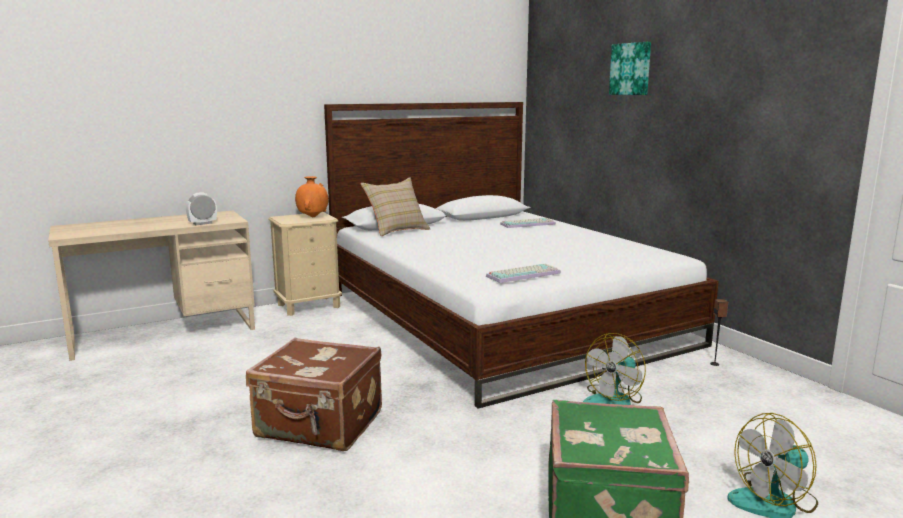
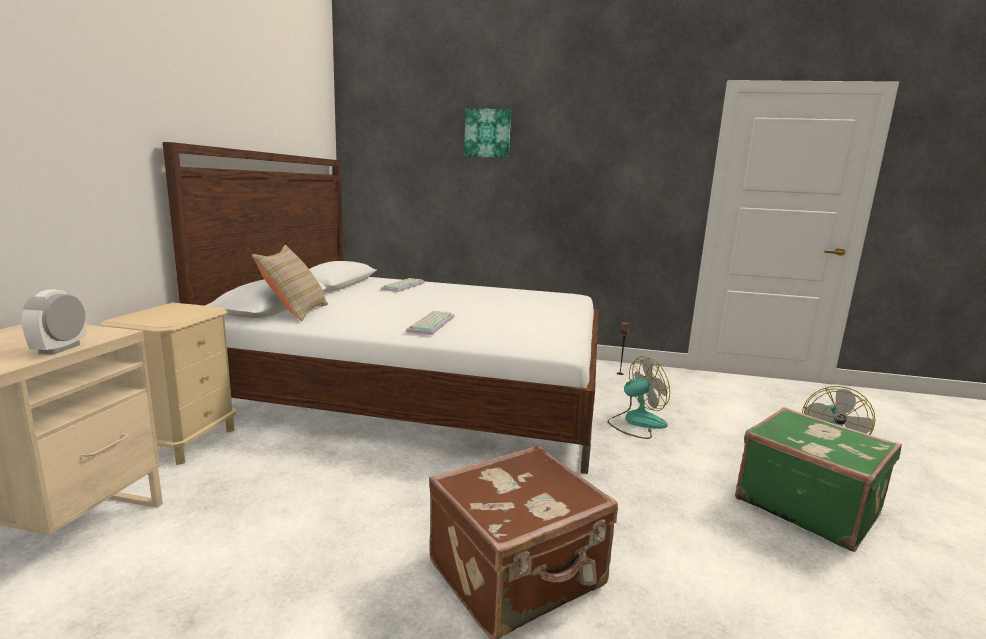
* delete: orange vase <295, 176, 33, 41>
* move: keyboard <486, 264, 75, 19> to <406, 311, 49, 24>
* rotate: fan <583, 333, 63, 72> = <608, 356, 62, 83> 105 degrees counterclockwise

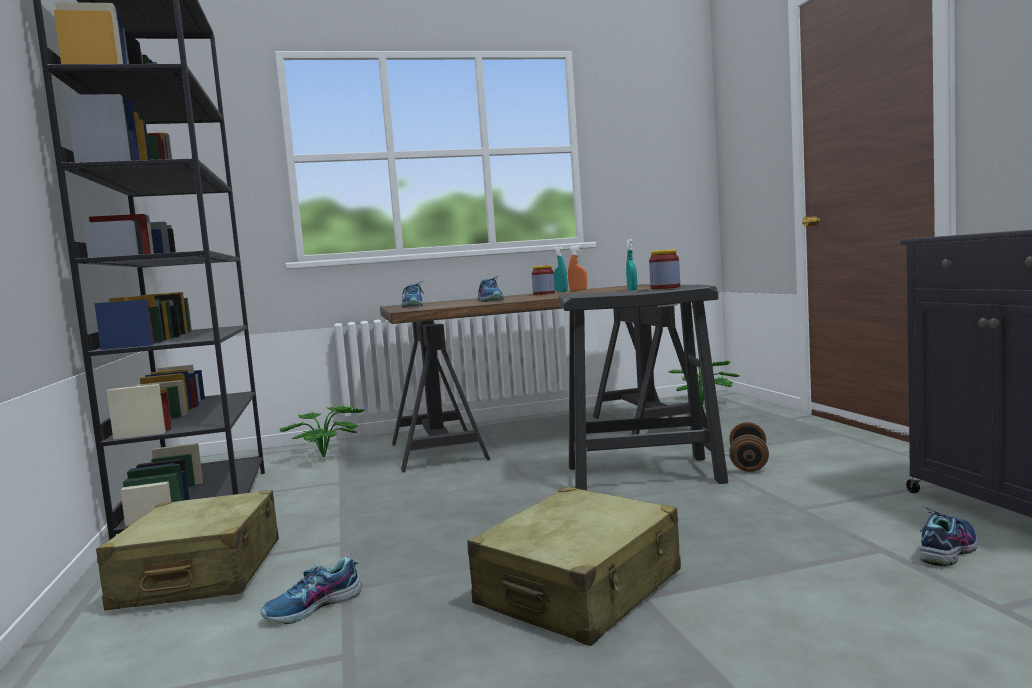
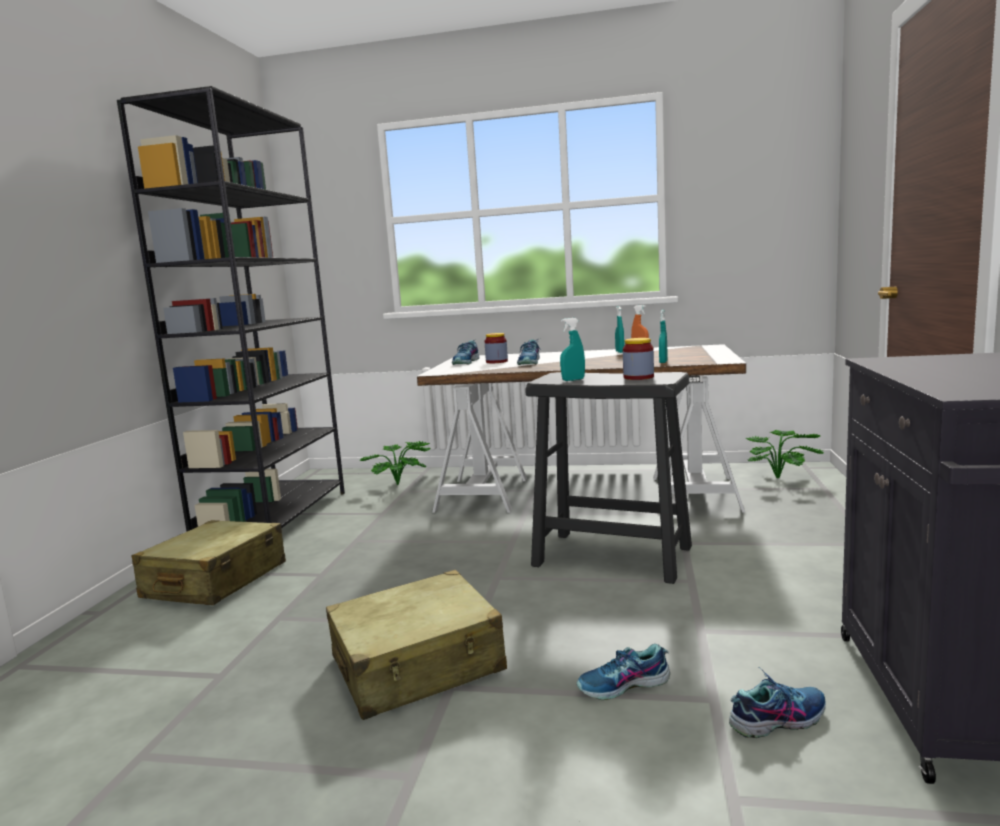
* delete: brown dumbbell <729, 422, 40, 50>
* insert: turquoise spray bottle <560, 318, 25, 63>
* move: shoe <261, 557, 101, 67> to <577, 644, 93, 56>
* move: jar <532, 265, 23, 30> to <485, 333, 23, 30>
* recolor: brown desk <380, 284, 331, 189> to white desk <417, 344, 329, 169>

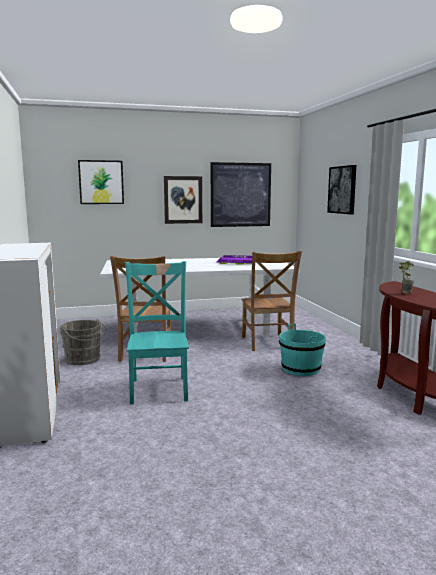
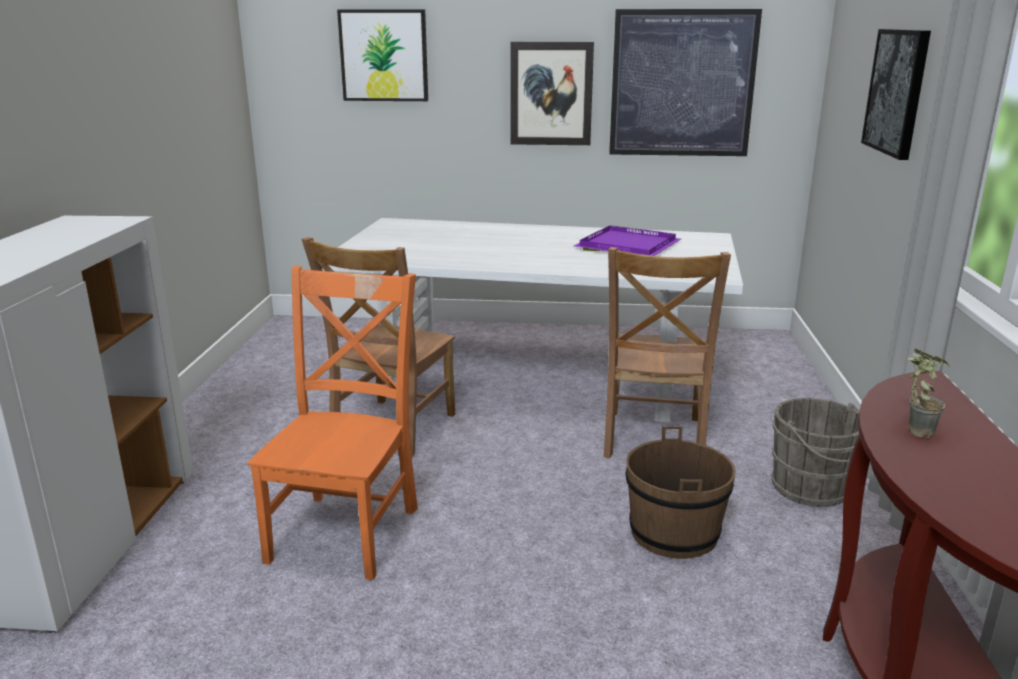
* move: grey bucket <60, 319, 47, 46> to <771, 398, 89, 109>
* recolor: turquoise chair <125, 261, 64, 143> to orange chair <247, 266, 171, 314>
* recolor: turquoise bucket <279, 324, 47, 52> to brown bucket <625, 426, 110, 133>

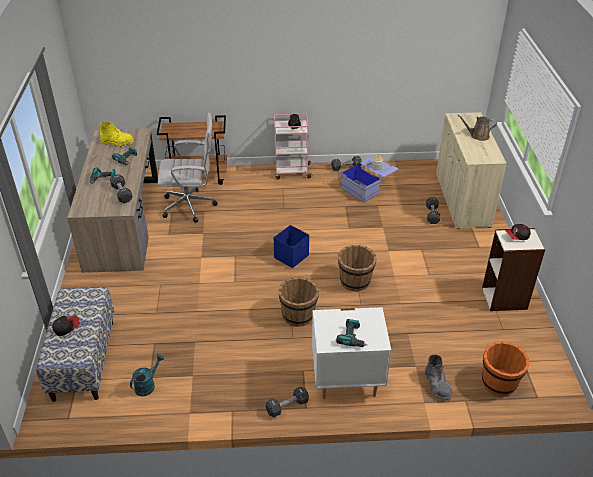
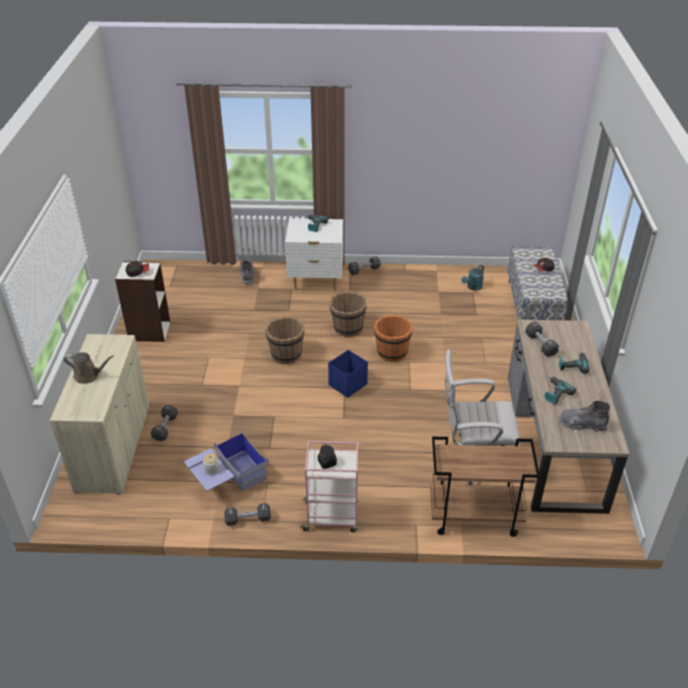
* move: orange bucket <482, 341, 47, 55> to <374, 315, 39, 47>
* recolor: yellow boot <99, 122, 35, 25> to grey boot <559, 401, 51, 31>

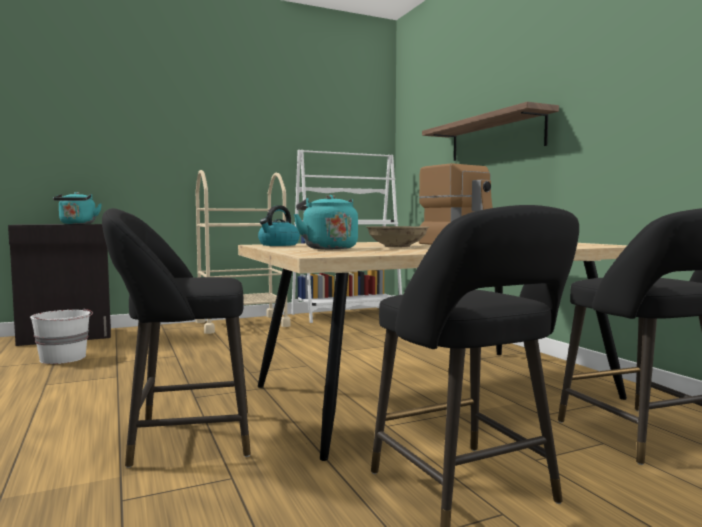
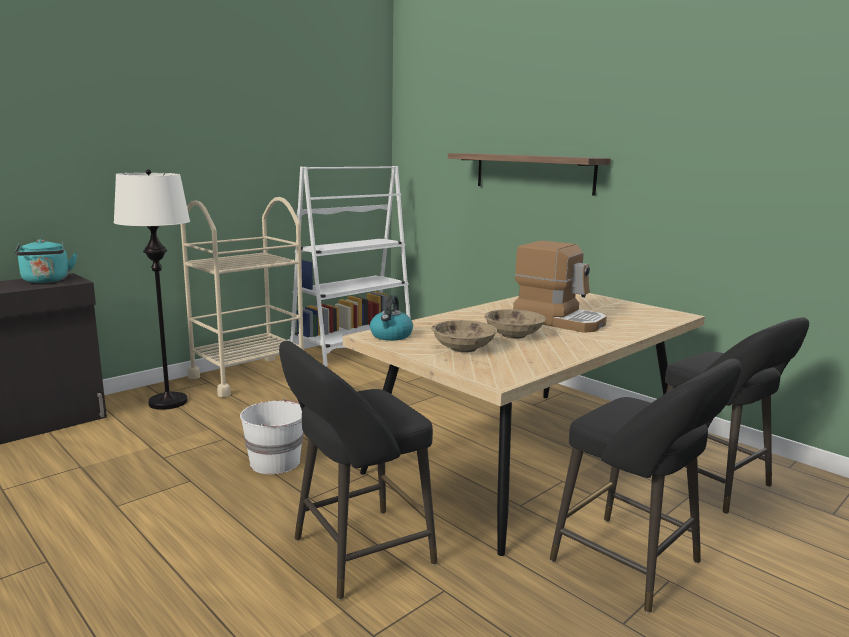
* insert: white floor lamp <113, 169, 77, 241>
* move: white bucket <30, 308, 63, 56> to <240, 399, 64, 75>
* replace: turquoise kettle <294, 195, 64, 54> to beige bowl <432, 320, 65, 33>

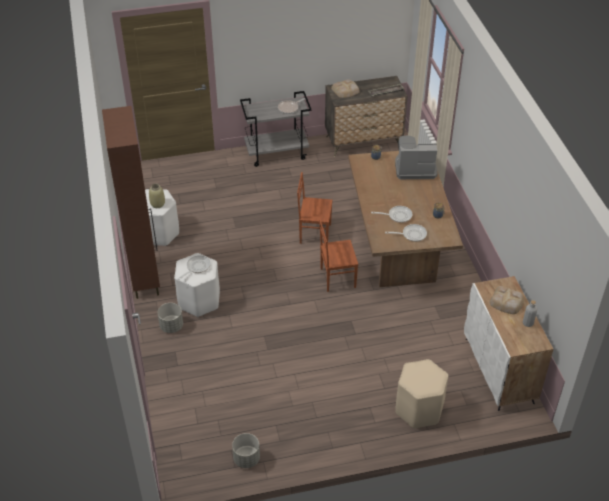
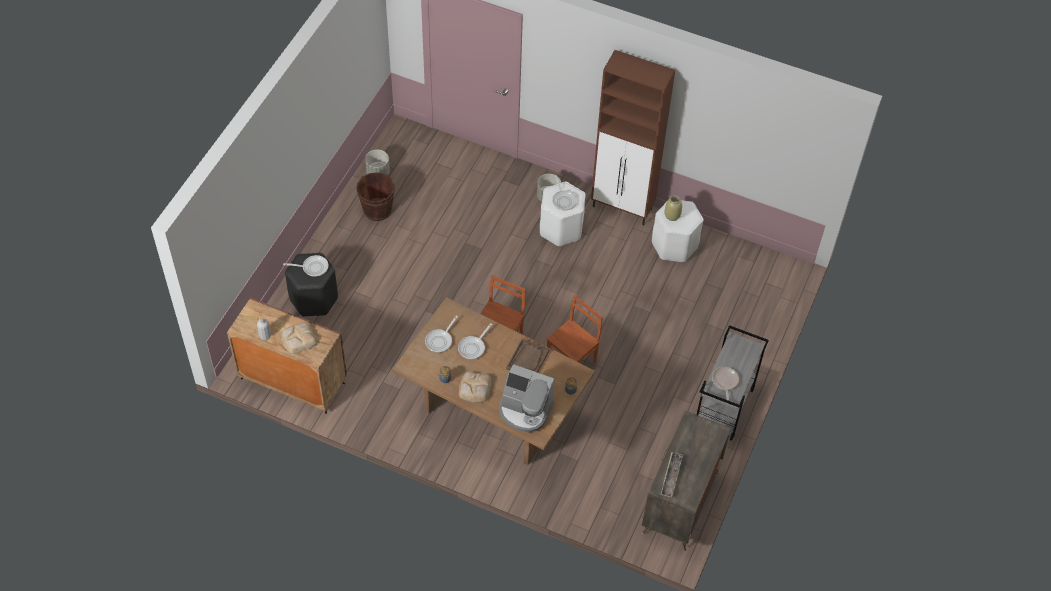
* insert: frying pan <283, 255, 45, 22>
* insert: brown bucket <356, 172, 39, 49>
* insert: brown tray <506, 338, 44, 35>
* move: bread <331, 79, 29, 19> to <459, 371, 32, 32>
* recolor: beige stool <395, 359, 53, 69> to black stool <285, 253, 53, 64>
* recolor: white cabinet <464, 276, 89, 135> to brown cabinet <227, 298, 120, 116>
* rotate: coffee machine <395, 136, 43, 43> = <499, 364, 55, 68> 75 degrees clockwise

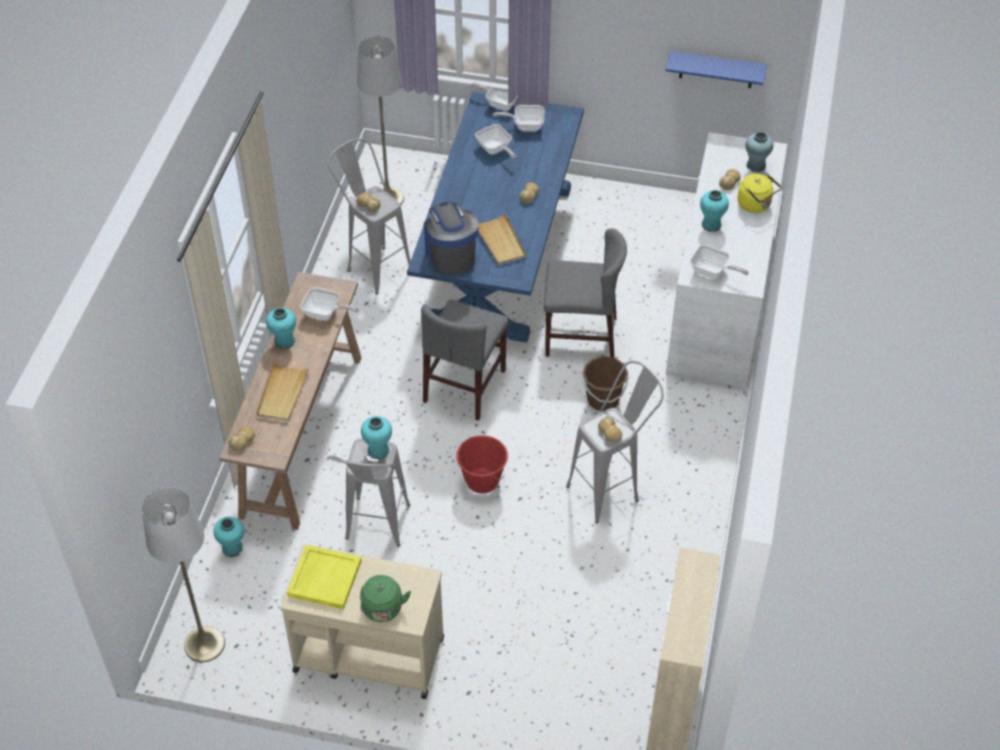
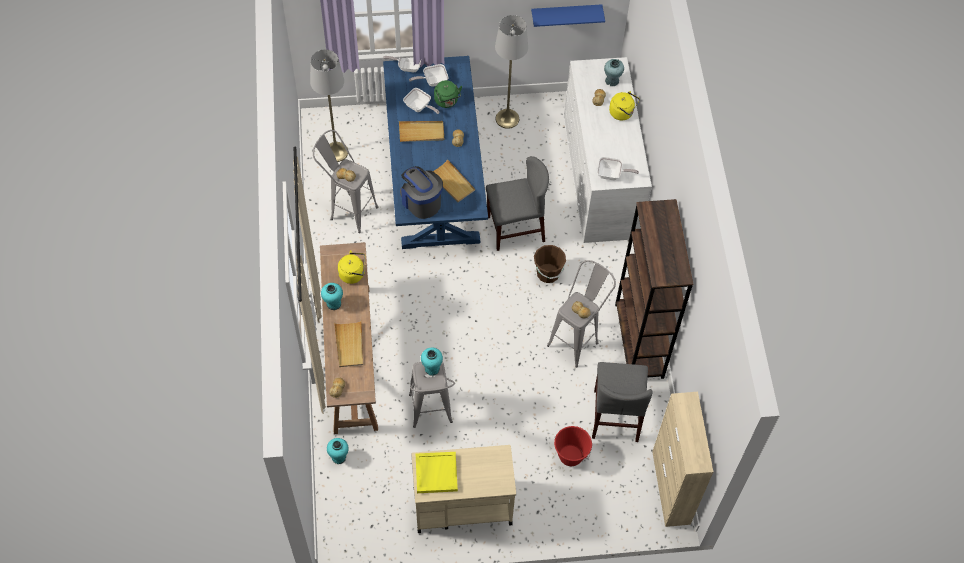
* delete: turquoise vase <700, 190, 29, 42>
* insert: beige tray <399, 121, 45, 21>
* insert: brown bookcase <615, 199, 78, 180>
* move: grey floor lamp <142, 487, 83, 175> to <495, 15, 33, 114>
* move: green kettle <360, 575, 51, 47> to <434, 80, 28, 28>
* move: grey chair <421, 299, 88, 122> to <592, 362, 61, 80>
* move: red bucket <456, 435, 52, 59> to <554, 426, 38, 40>
* replace: frying pan <301, 287, 58, 33> to yellow kettle <338, 250, 27, 34>

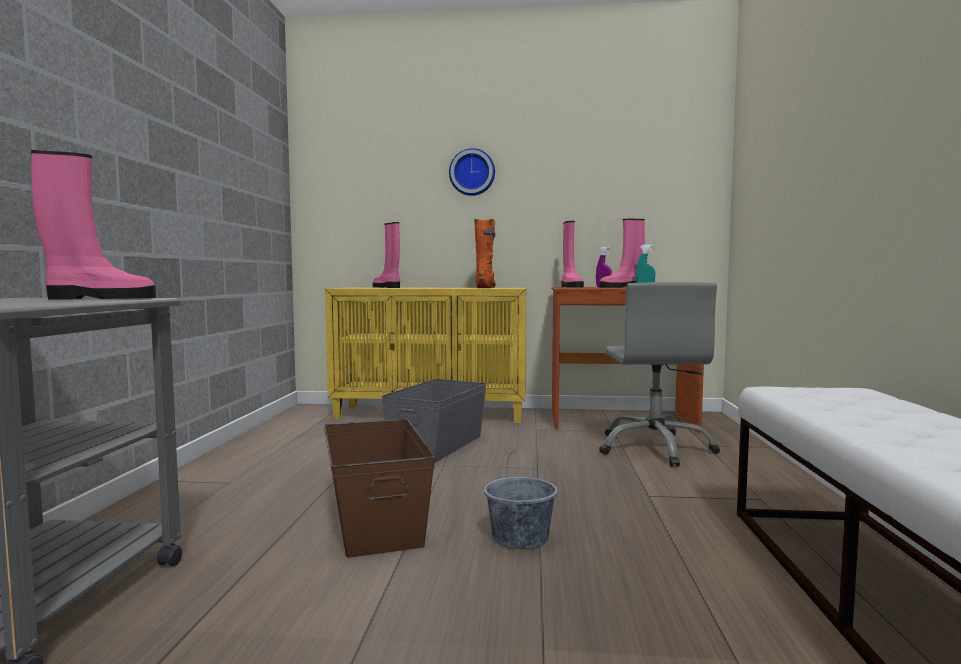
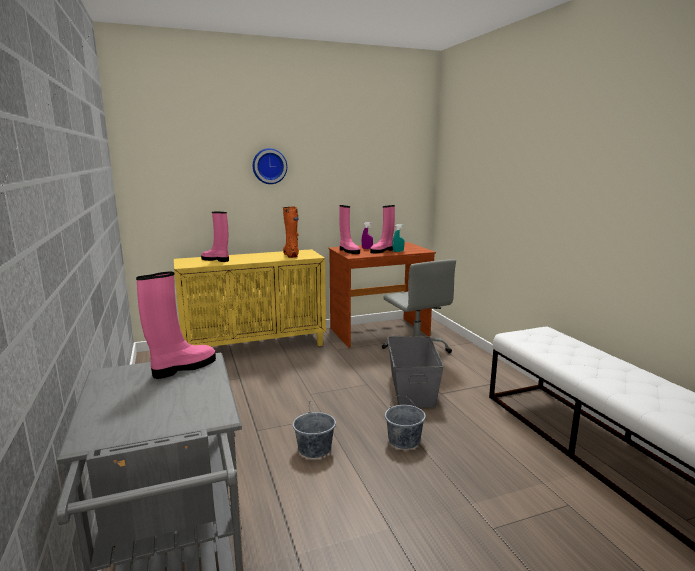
* move: grey storage box <382, 379, 105, 84> to <388, 337, 56, 71>
* replace: brown storage box <324, 418, 112, 140> to grey bucket <293, 401, 43, 57>

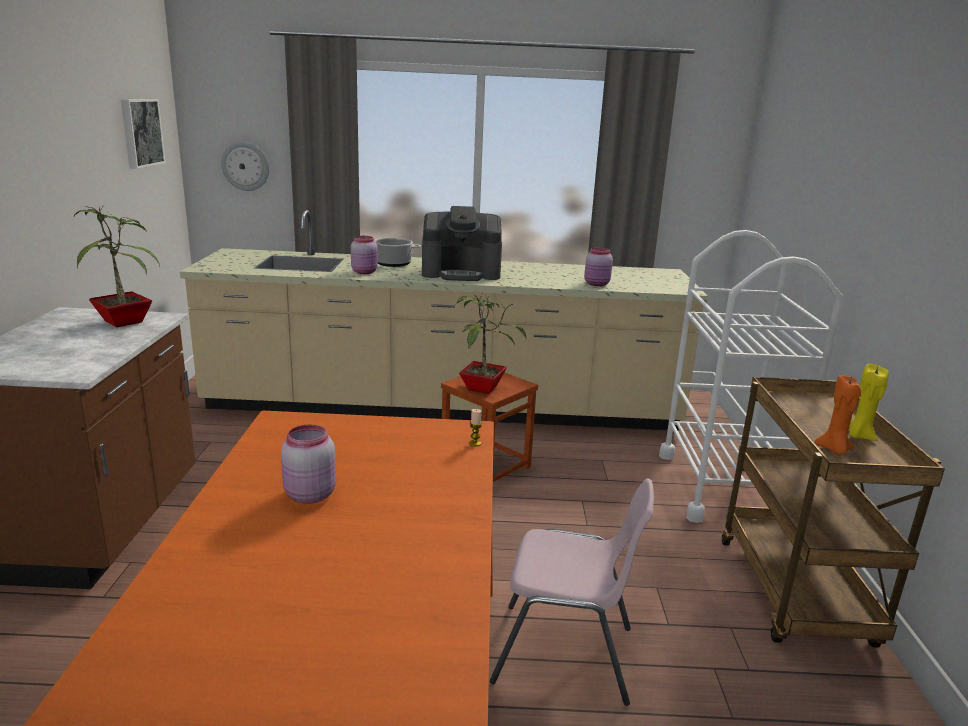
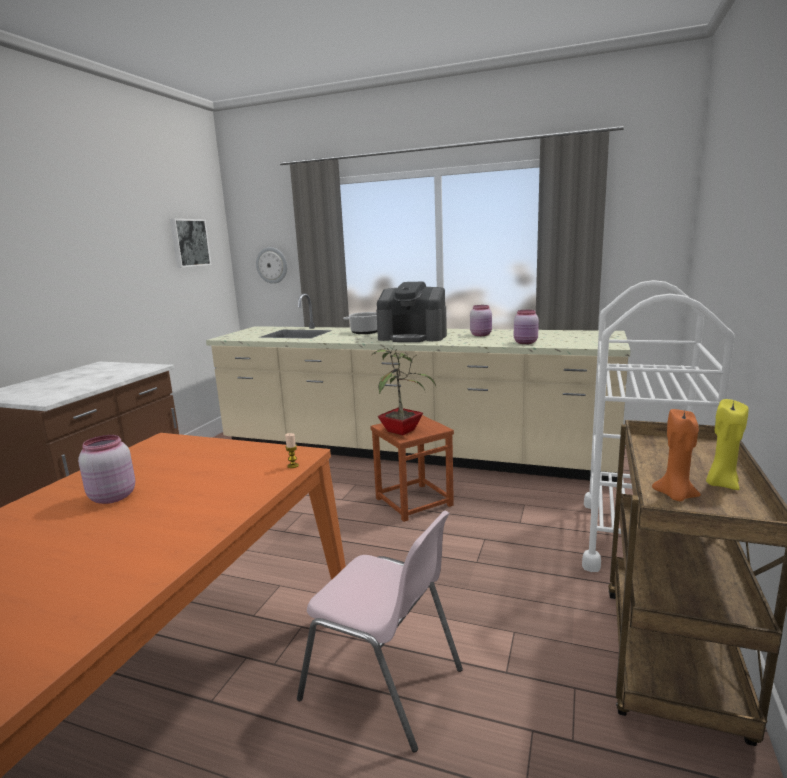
* delete: potted plant <74, 205, 86, 122>
* move: pink jar <351, 236, 27, 38> to <470, 305, 22, 31>

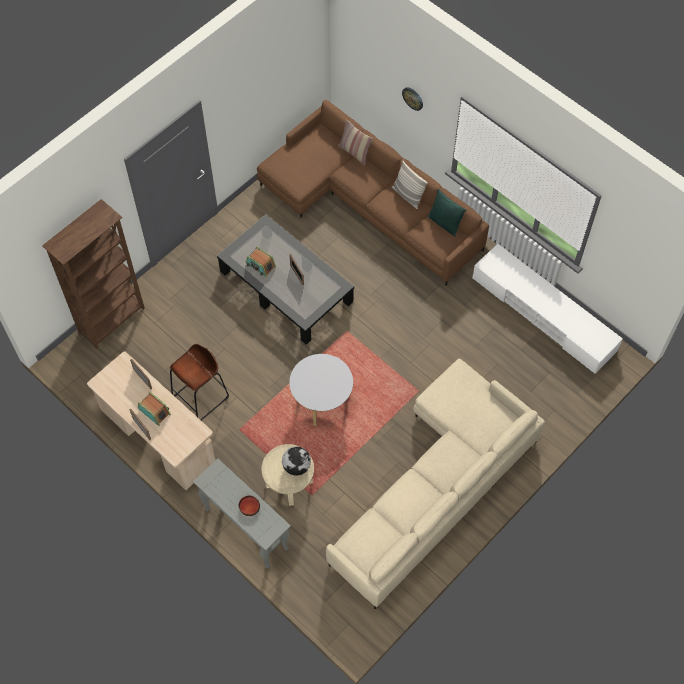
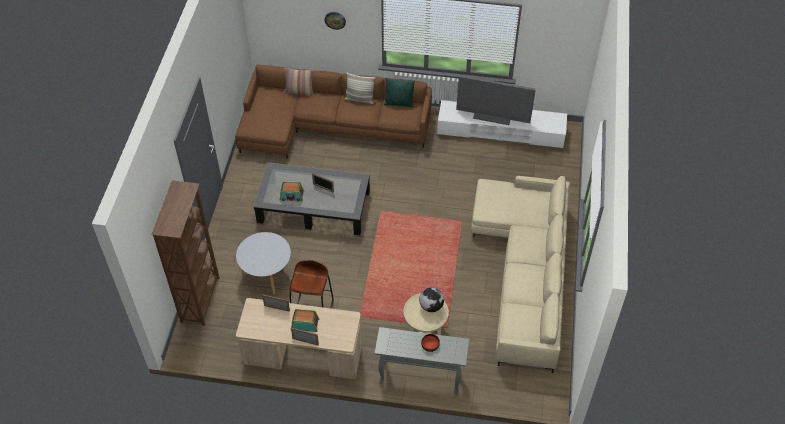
* insert: television <456, 75, 80, 50>
* move: grey coffee table <289, 354, 64, 72> to <236, 232, 55, 62>

